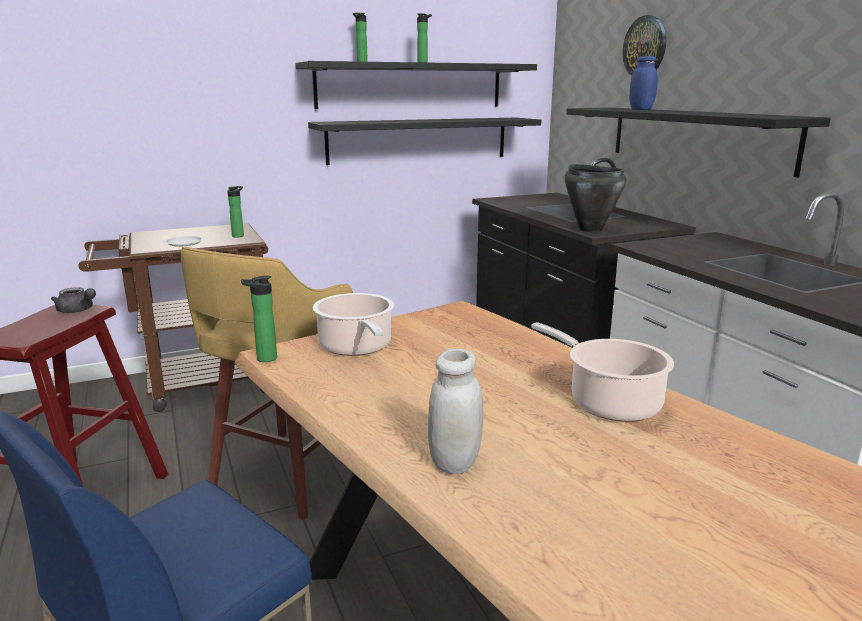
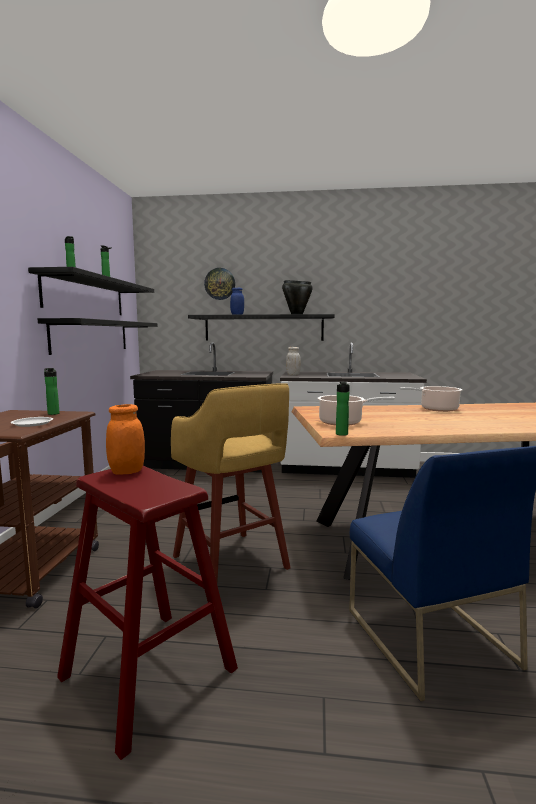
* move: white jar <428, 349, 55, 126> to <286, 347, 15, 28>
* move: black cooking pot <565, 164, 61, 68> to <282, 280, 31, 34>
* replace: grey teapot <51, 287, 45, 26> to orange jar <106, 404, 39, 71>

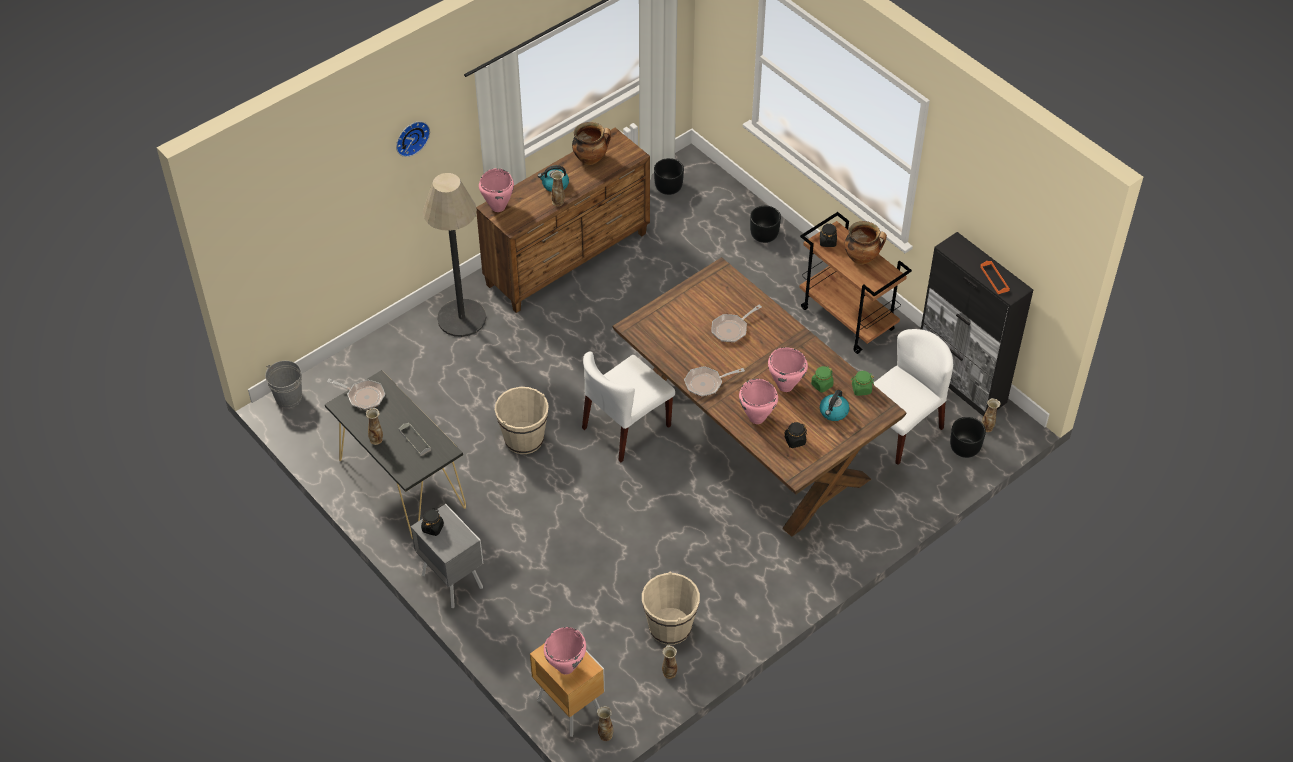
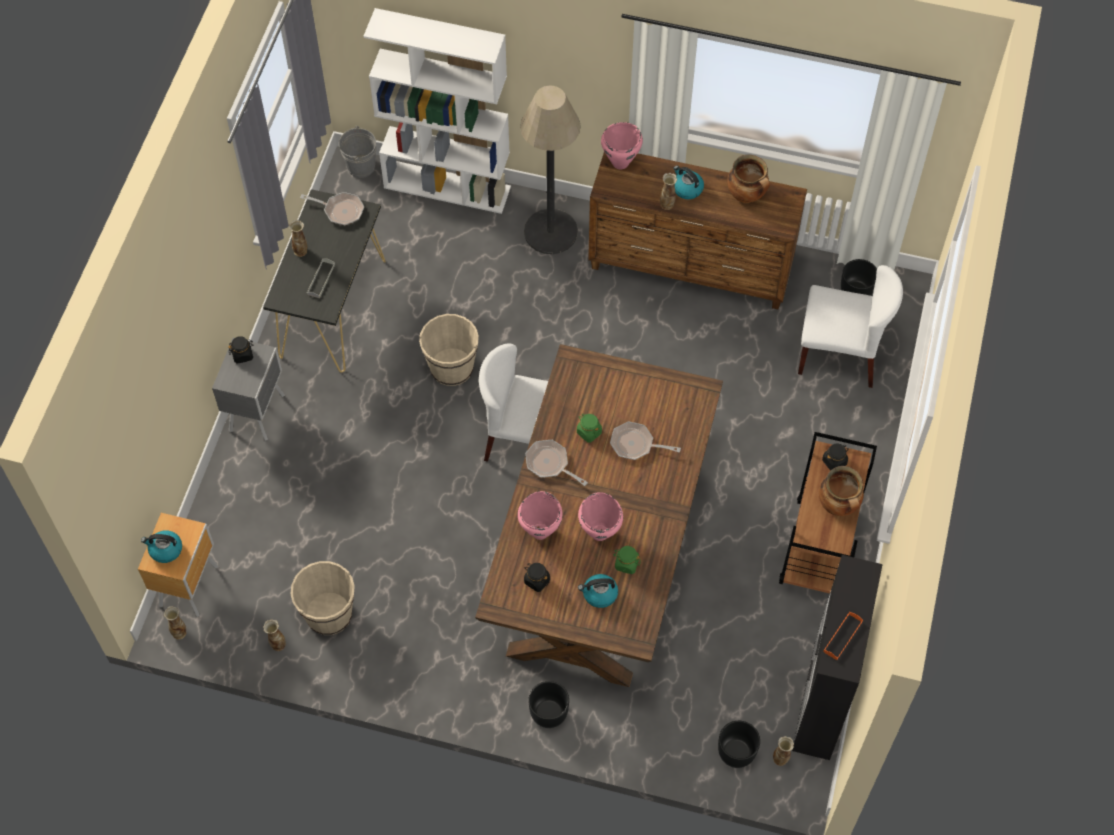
* delete: wall clock <396, 121, 34, 36>
* insert: white bookcase <363, 8, 148, 206>
* move: black planter <750, 206, 31, 37> to <528, 681, 41, 47>
* move: green jar <852, 371, 22, 25> to <577, 414, 25, 29>
* move: white chair <872, 329, 81, 136> to <798, 265, 105, 123>
* replace: pink cooking pot <544, 627, 42, 48> to kettle <141, 530, 41, 33>
* rotate: frying pan <327, 379, 58, 31> = <300, 192, 64, 33> 60 degrees counterclockwise

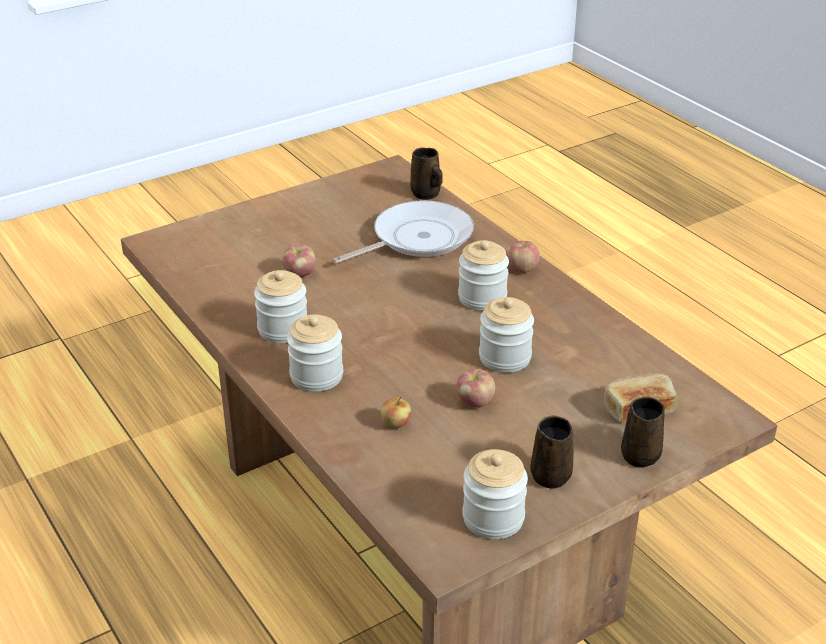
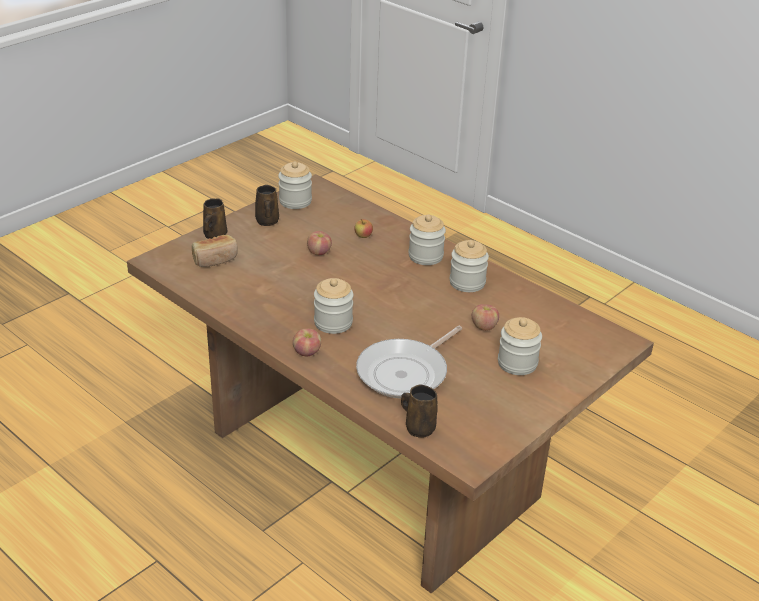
* move: jar <479, 297, 55, 76> to <498, 317, 44, 58>

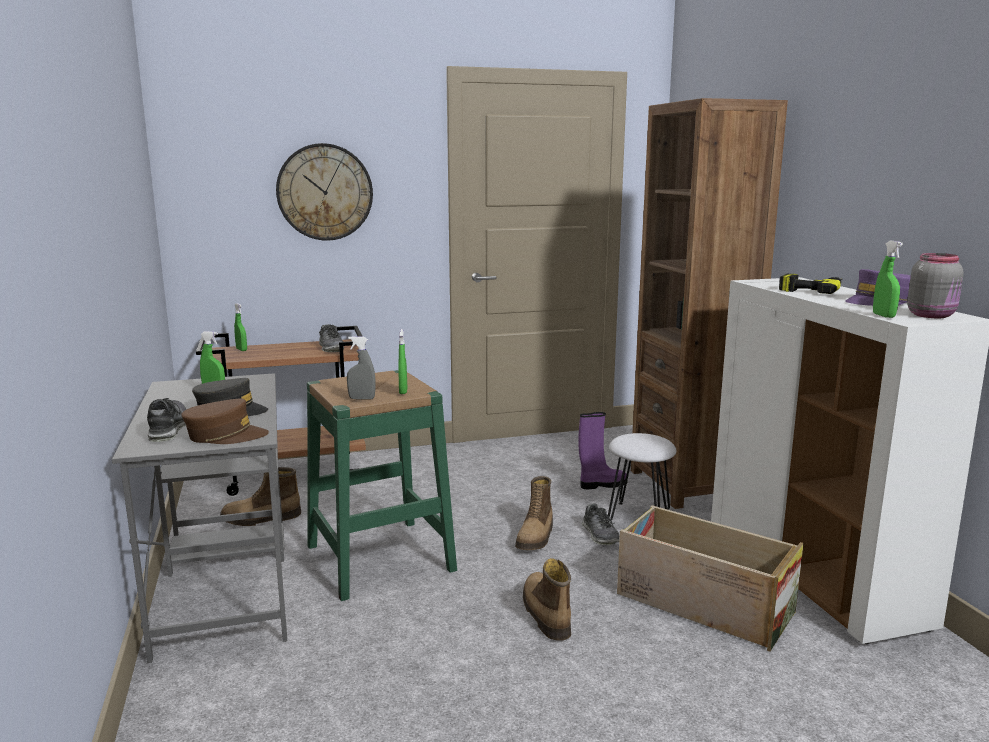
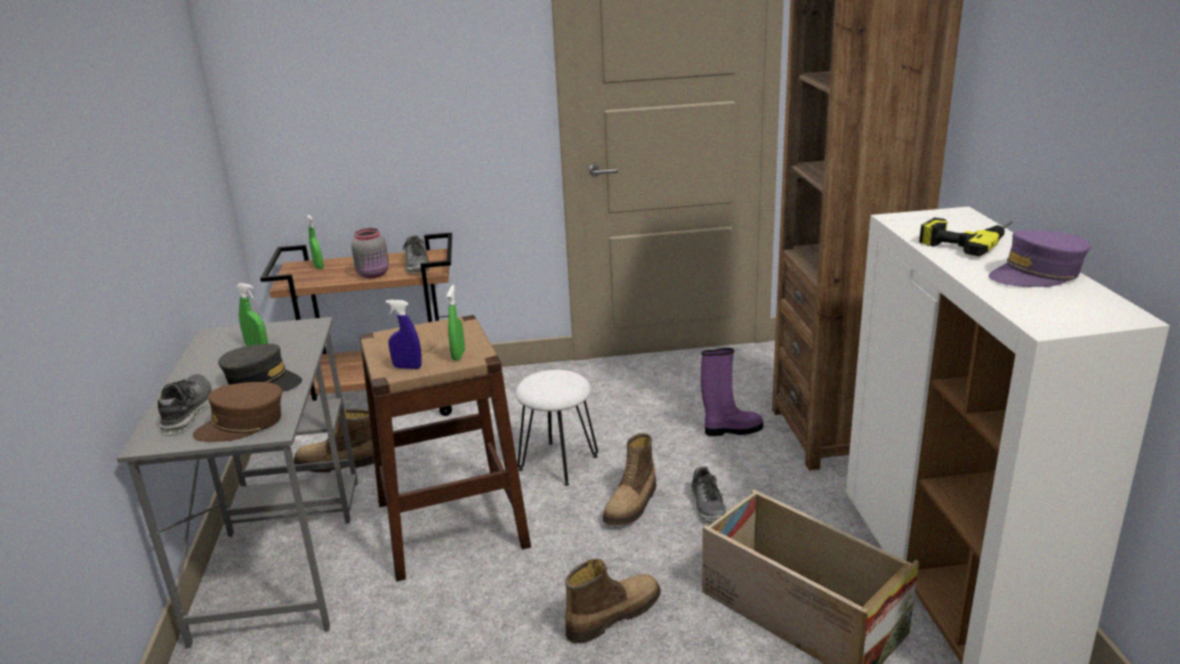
* delete: wall clock <276, 143, 97, 98>
* delete: green spray bottle <873, 241, 30, 77>
* move: white stool <608, 433, 69, 88> to <515, 370, 83, 116>
* move: grey jar <907, 253, 57, 65> to <351, 228, 38, 50>
* recolor: green stool <307, 370, 150, 231> to brown stool <359, 315, 172, 266>
* recolor: grey spray bottle <347, 336, 28, 64> to blue spray bottle <386, 300, 36, 69>
* rotate: brown cap <181, 399, 88, 45> = <193, 382, 89, 60> 150 degrees clockwise
* rotate: boot <523, 558, 48, 83> = <565, 559, 96, 84> 60 degrees clockwise

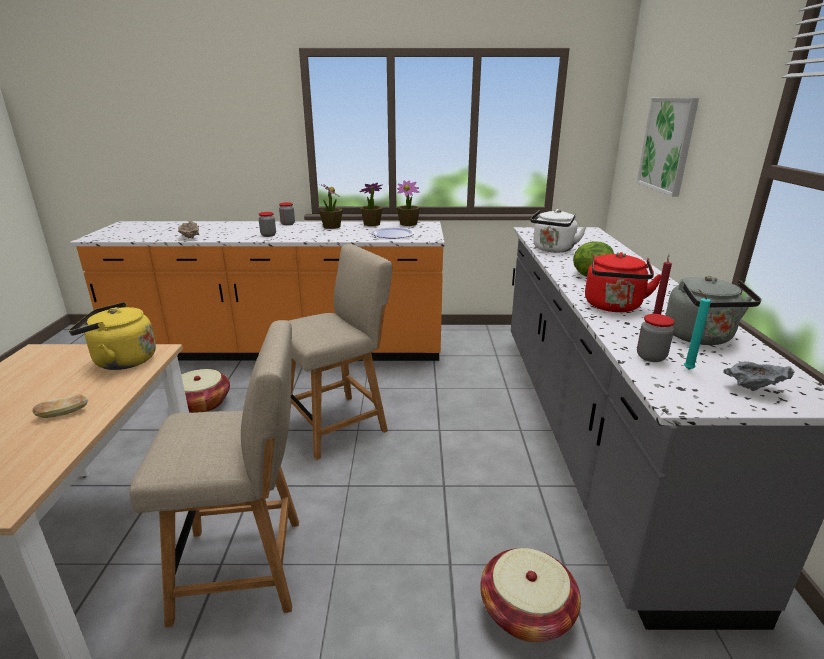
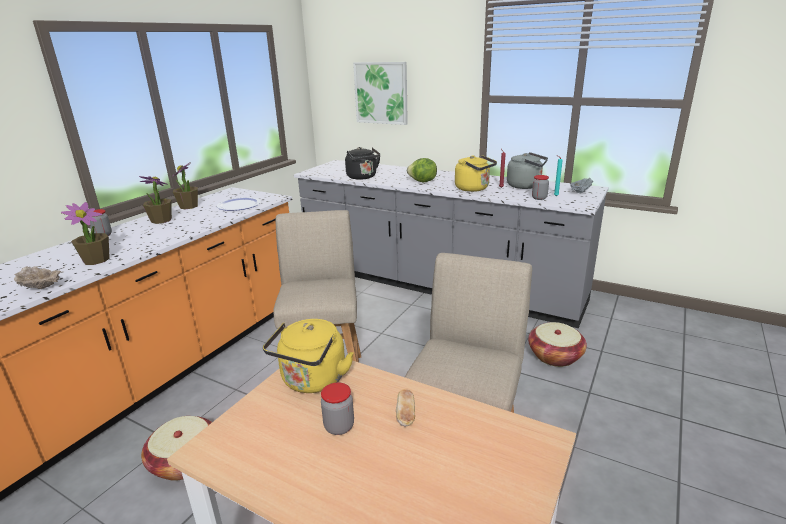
* move: jar <259, 212, 17, 25> to <321, 382, 33, 53>
* move: potted plant <397, 180, 23, 46> to <61, 202, 49, 63>
* recolor: white kettle <530, 209, 56, 44> to black kettle <345, 147, 36, 33>
* recolor: red kettle <585, 252, 76, 60> to yellow kettle <455, 155, 42, 37>

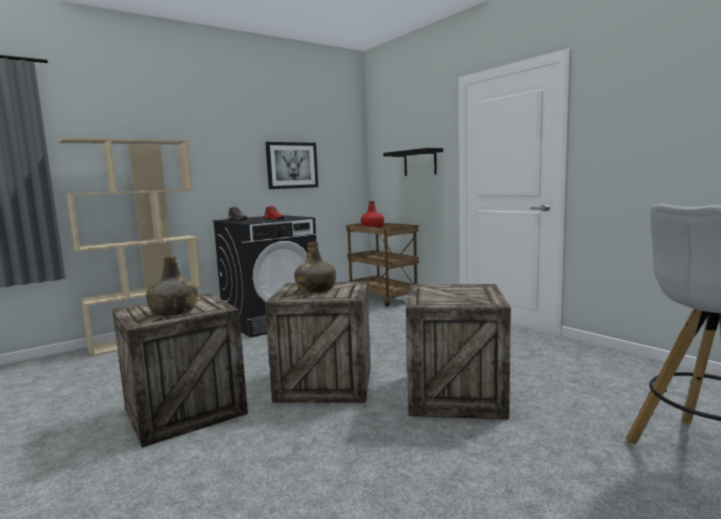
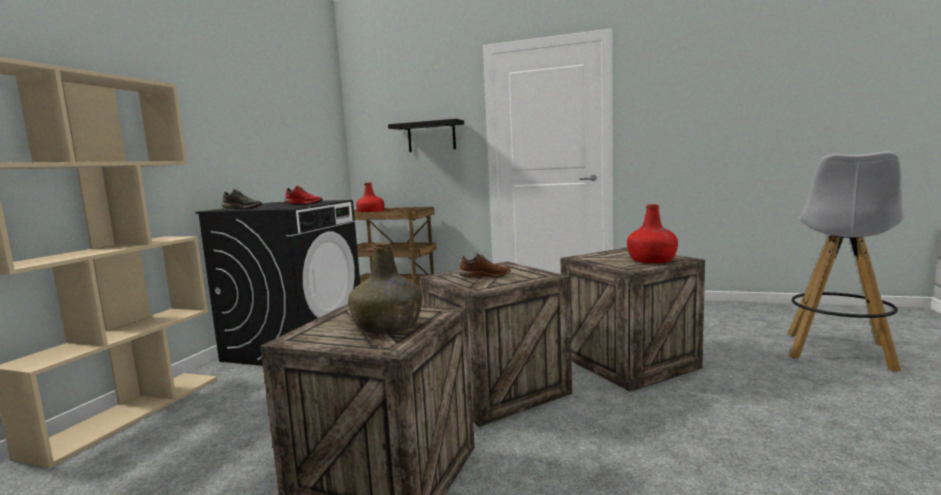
* delete: picture <265, 142, 53, 47>
* insert: red bottle <627, 204, 51, 59>
* replace: green bottle <294, 242, 42, 51> to brown shoe <459, 253, 52, 25>

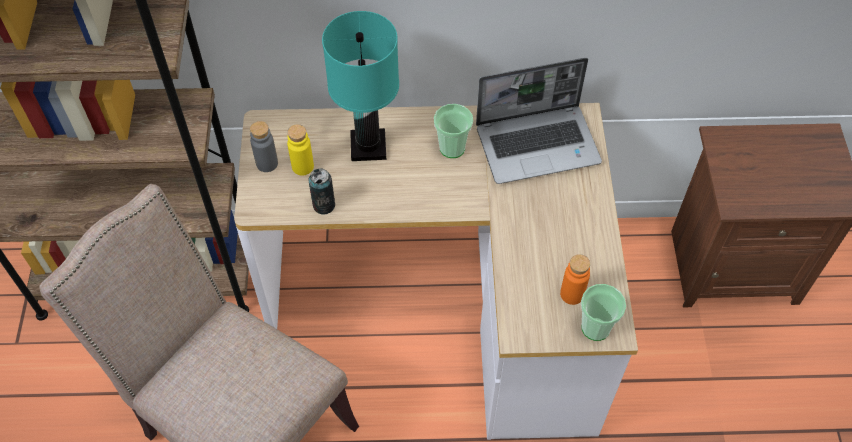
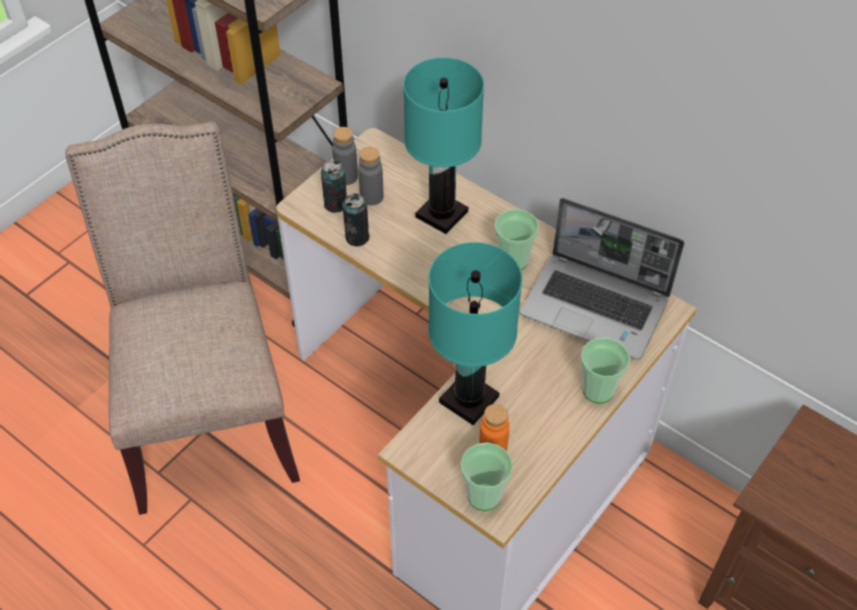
* insert: can <321, 160, 26, 53>
* insert: turquoise table lamp <428, 242, 95, 183>
* insert: cup <580, 338, 50, 65>
* recolor: yellow bottle <287, 124, 27, 52> to grey bottle <358, 147, 26, 58>

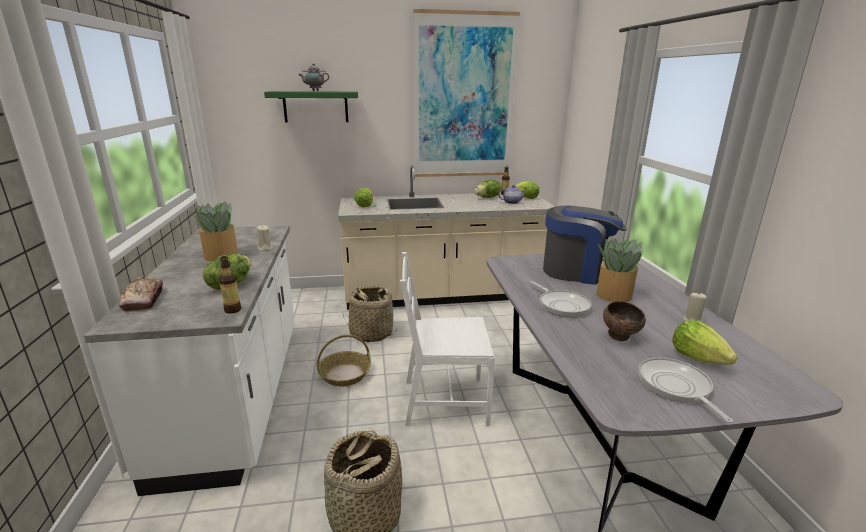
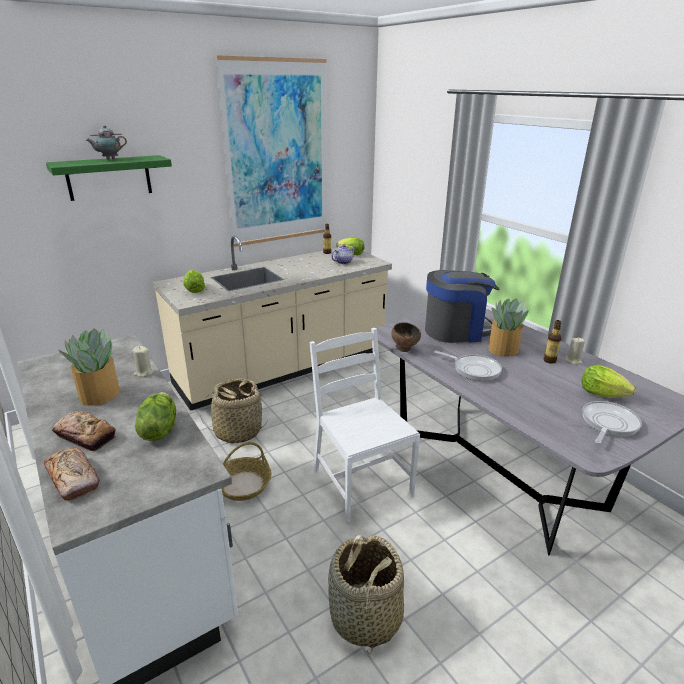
* delete: lettuce <474, 180, 28, 18>
* insert: bread <52, 411, 64, 40>
* move: bottle <219, 256, 22, 58> to <544, 320, 17, 44>
* move: brown bowl <603, 301, 43, 40> to <391, 322, 30, 30>
* rotate: white chair <400, 252, 95, 174> = <310, 328, 110, 194> 90 degrees clockwise
* rotate: frying pan <638, 358, 95, 65> = <582, 401, 60, 43> 75 degrees clockwise

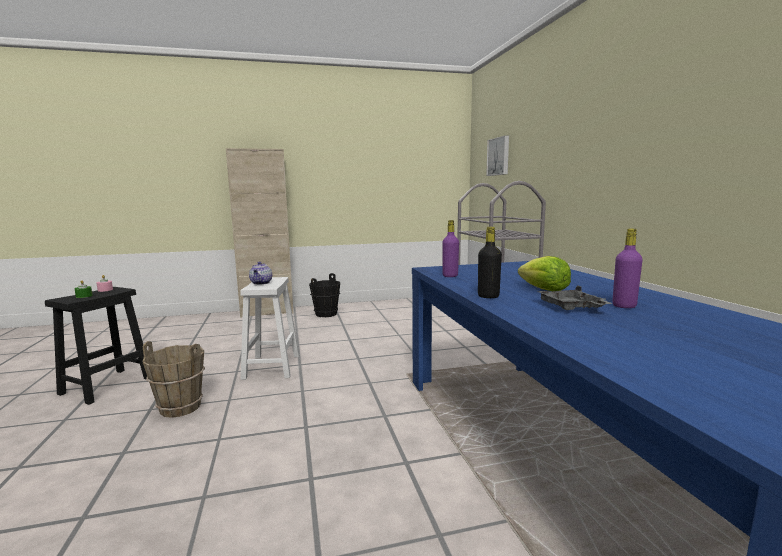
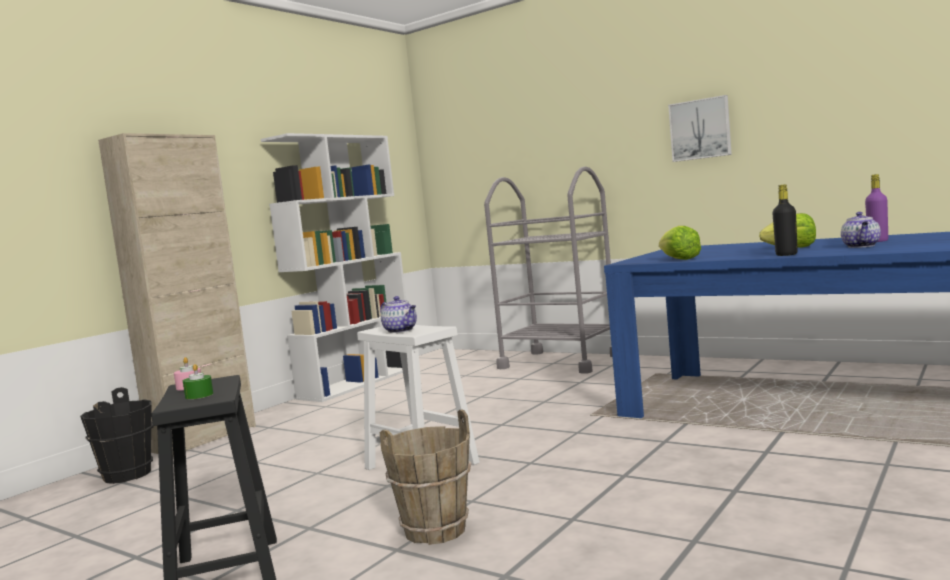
* insert: white bookcase <261, 133, 145, 269>
* move: black bucket <309, 273, 31, 44> to <80, 387, 74, 97>
* move: picture <486, 135, 23, 41> to <668, 95, 64, 67>
* replace: purple bottle <442, 220, 17, 57> to lettuce <659, 226, 42, 34>
* replace: grey tray <536, 286, 76, 24> to teapot <841, 212, 40, 36>

